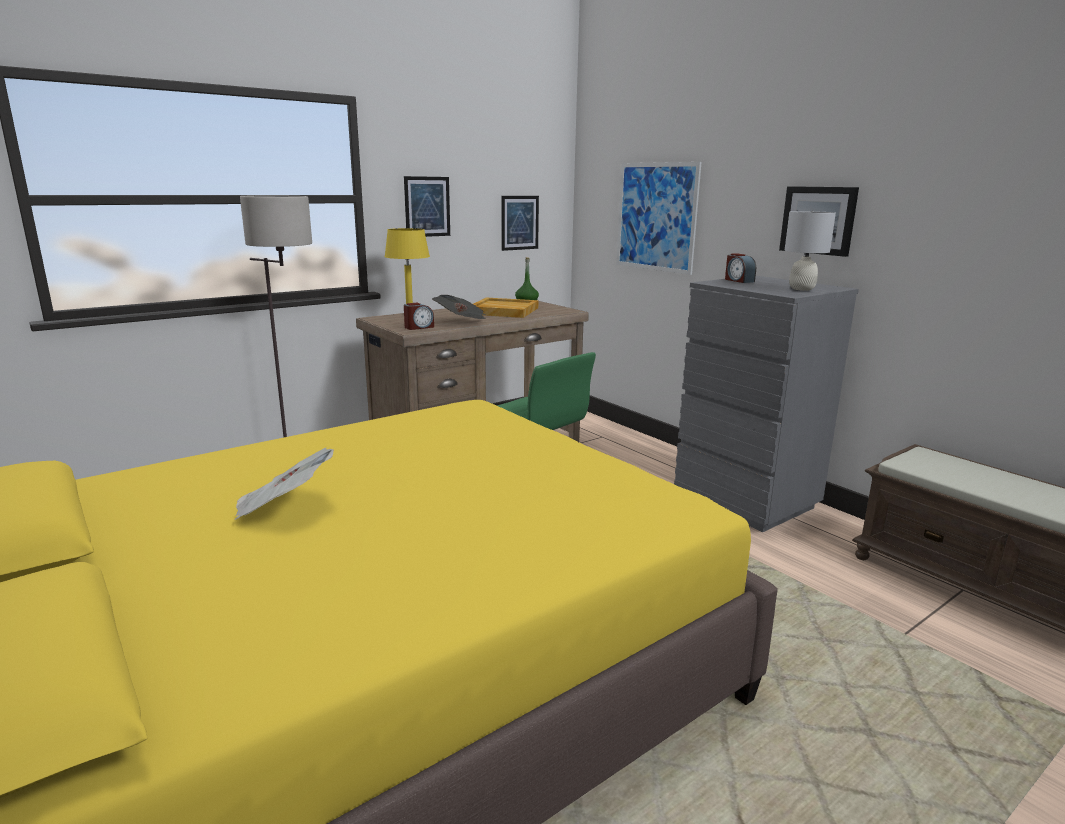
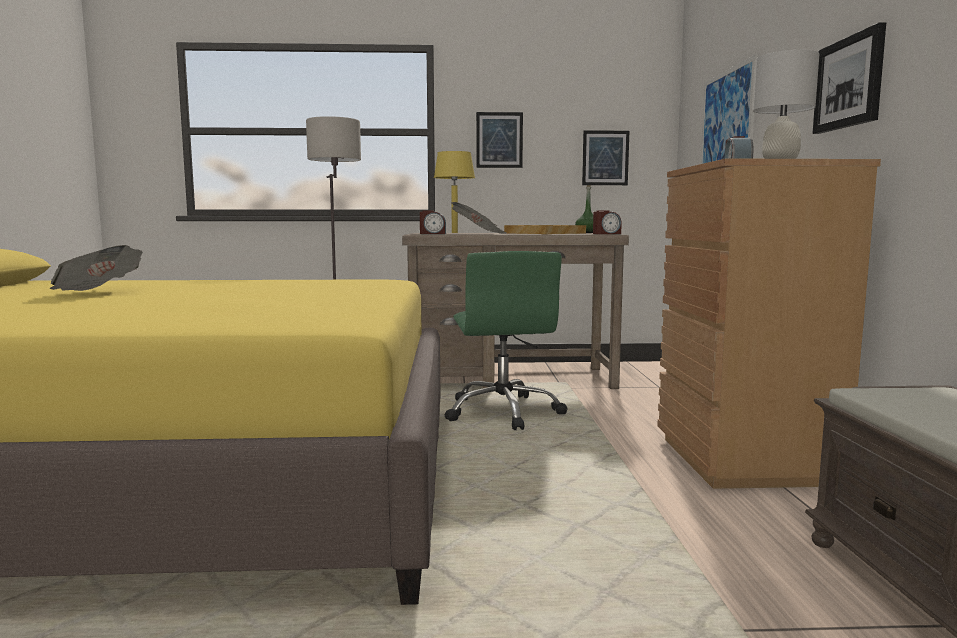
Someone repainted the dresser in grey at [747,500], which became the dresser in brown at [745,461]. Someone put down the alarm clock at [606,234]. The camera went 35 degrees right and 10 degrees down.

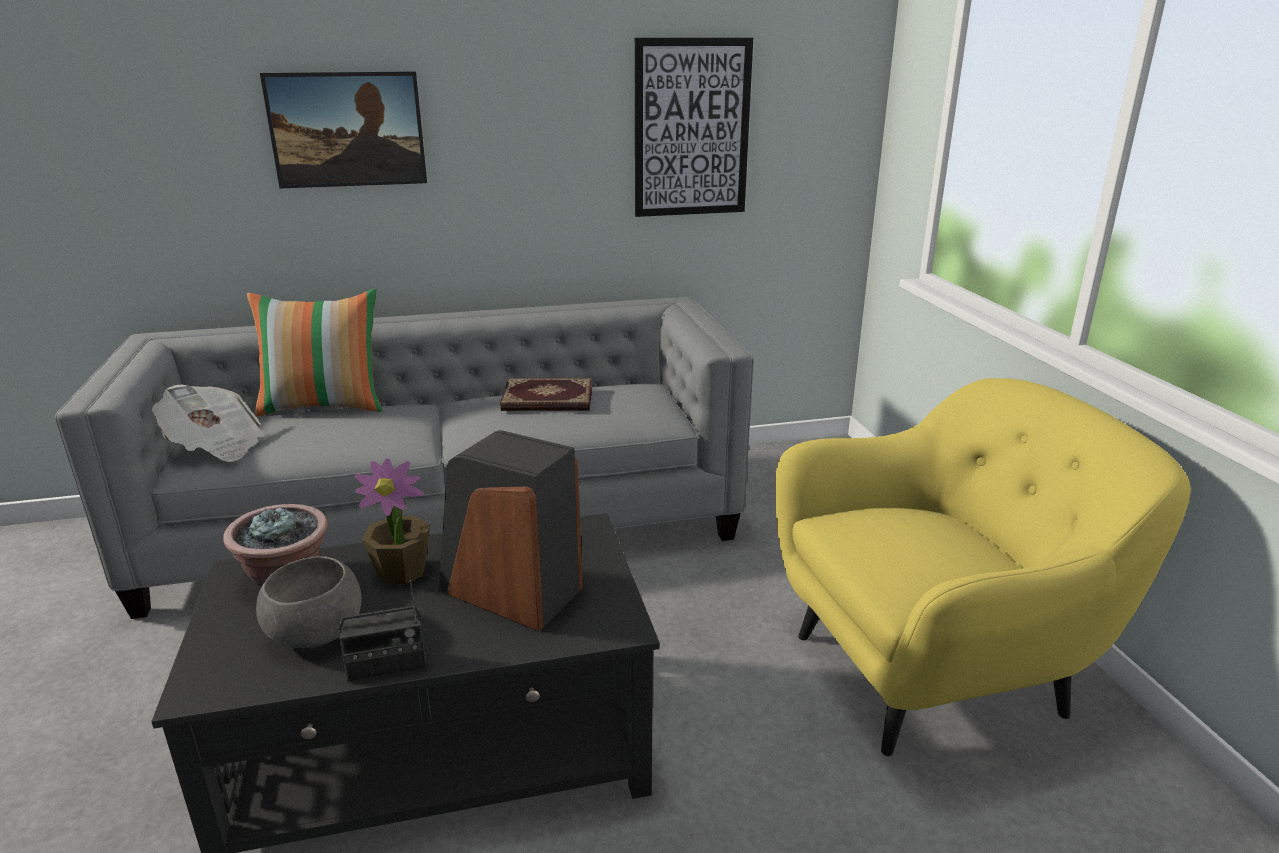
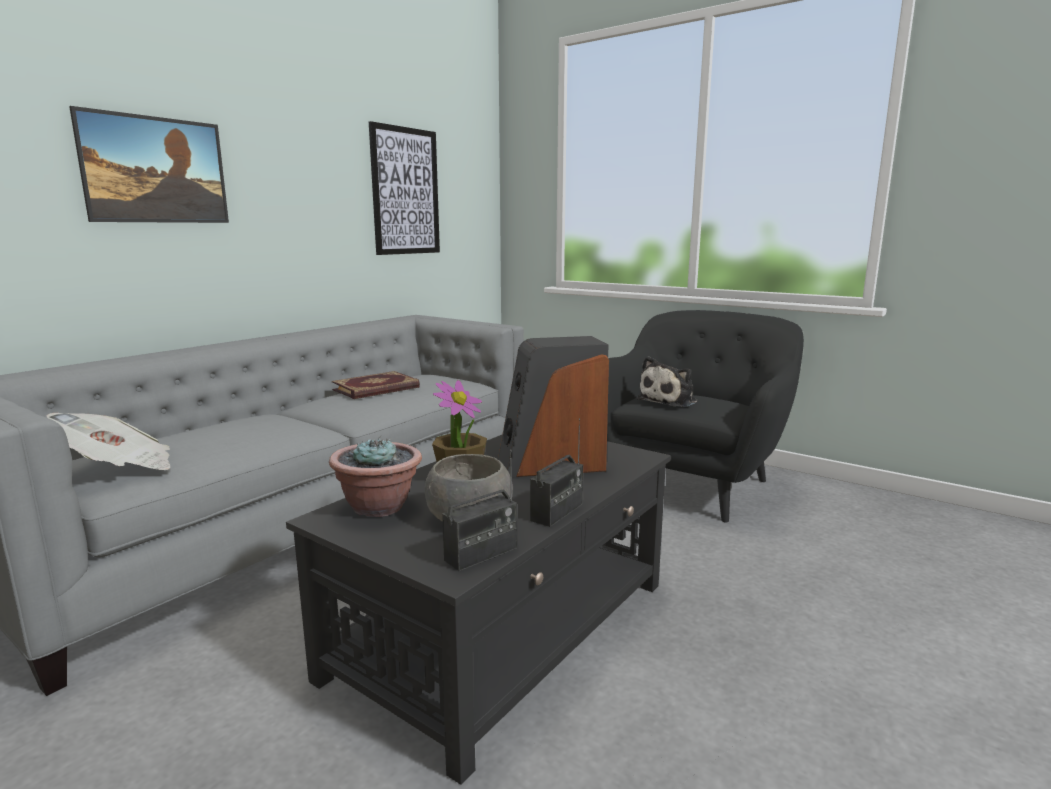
Someone took away the pillow at [324,406]. Someone repainted the armchair in yellow at [935,668], which became the armchair in black at [693,484]. Someone put down the radio at [481,554]. Someone put down the plush toy at [669,400]. The camera went 40 degrees left and 10 degrees down.

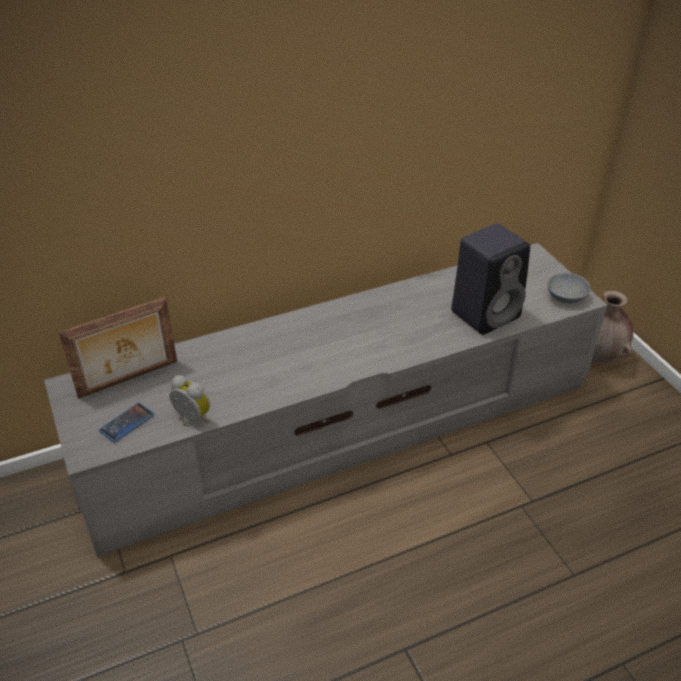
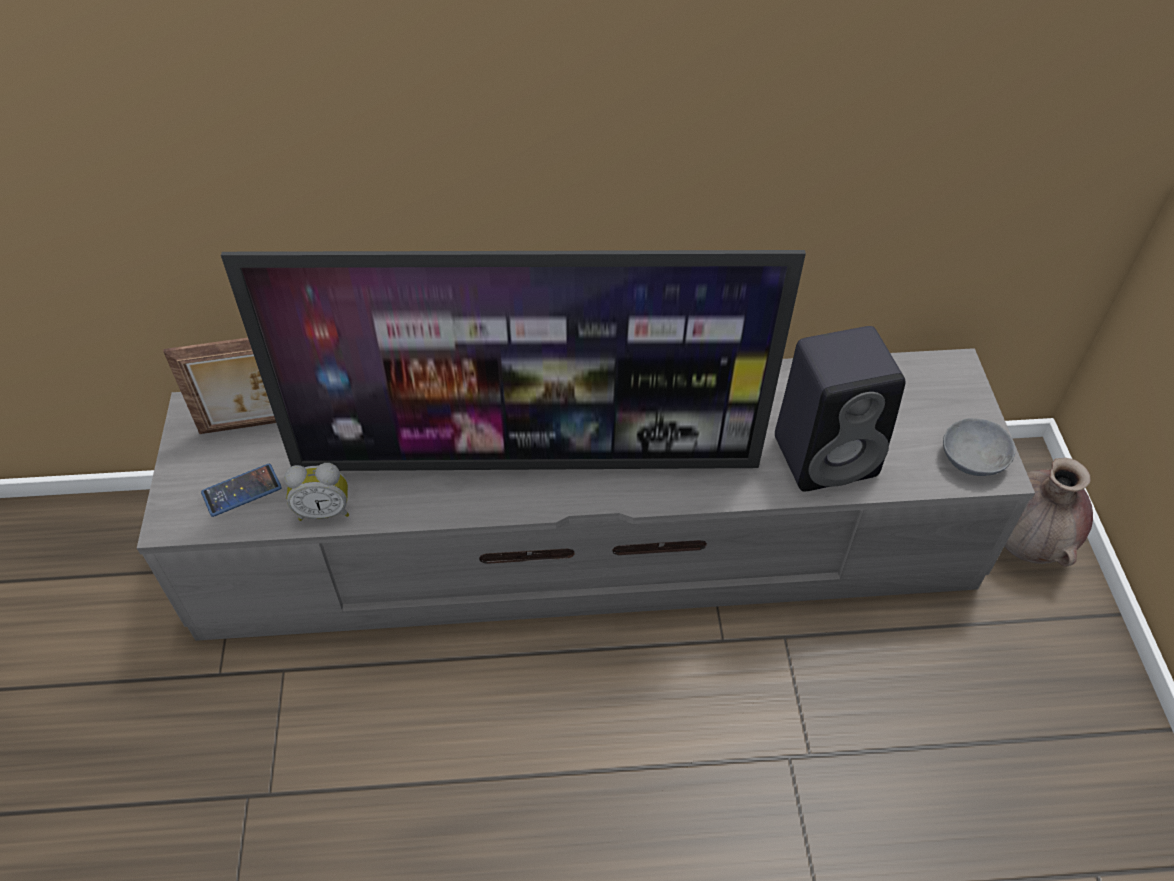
Someone rotated the alarm clock at [191,419] by 120 degrees clockwise. Someone put down the television at [528,462]. The camera went 20 degrees right and 10 degrees up.

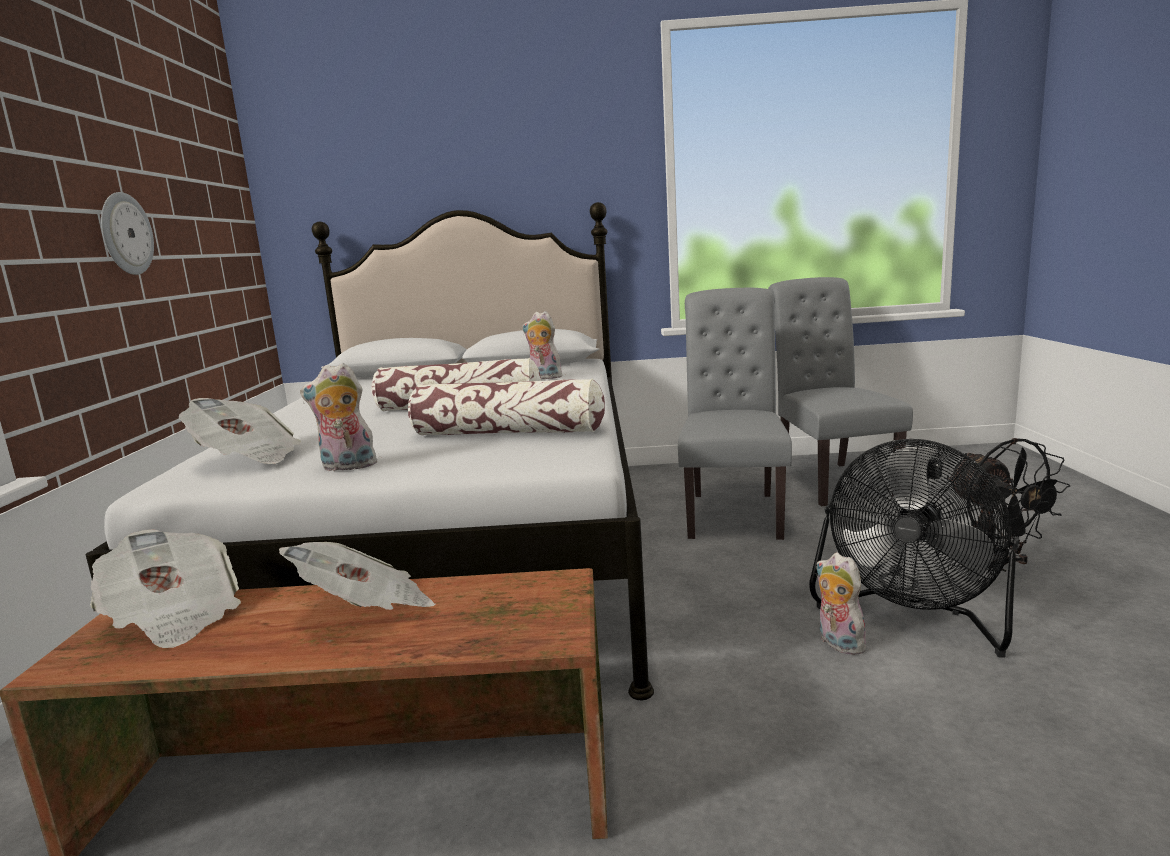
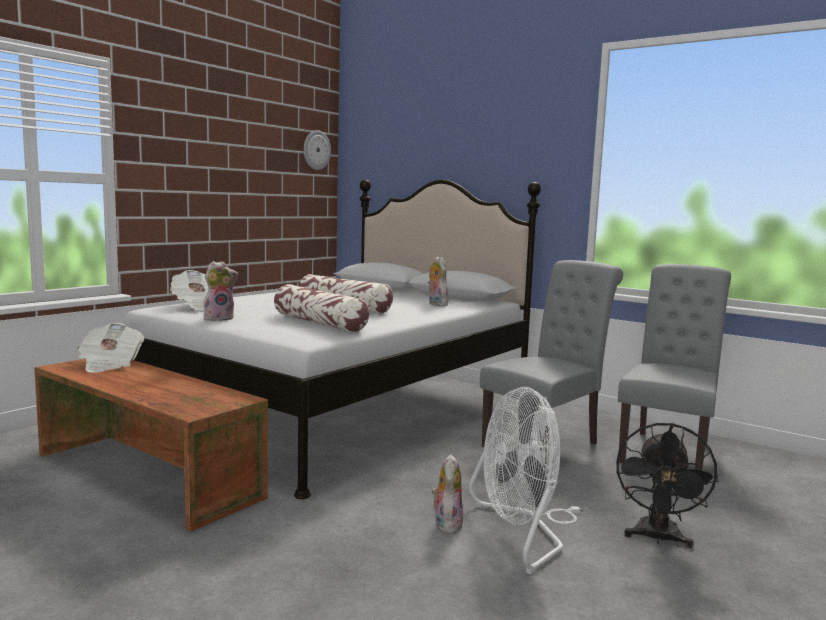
Someone carried the wall clock from [125,234] to [316,150]. Someone took away the newspaper at [366,609]. Someone rotated the plush toy at [347,467] by 120 degrees clockwise. Someone repainted the fan in black at [907,613], which became the fan in white at [525,531]. The camera went 35 degrees right and 5 degrees down.

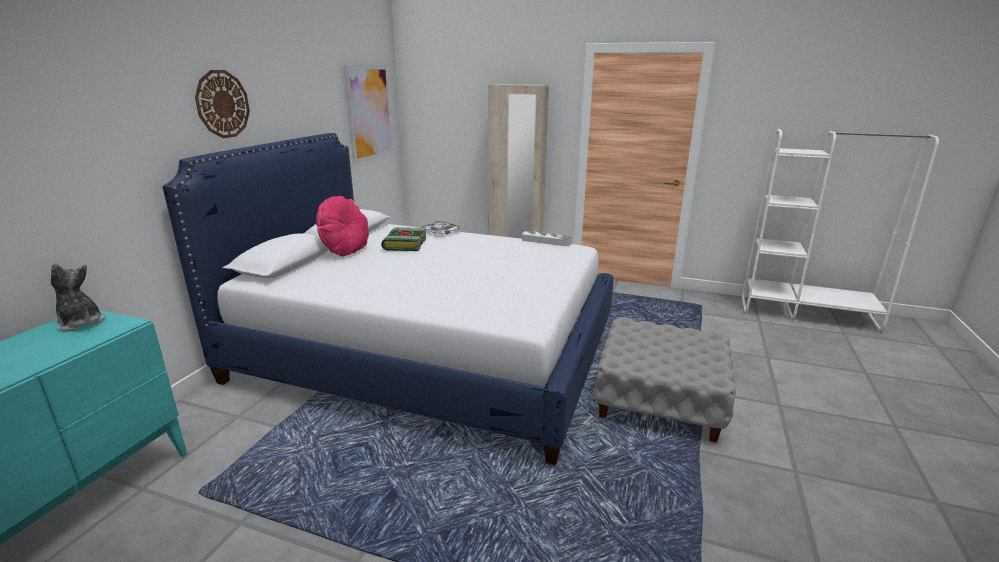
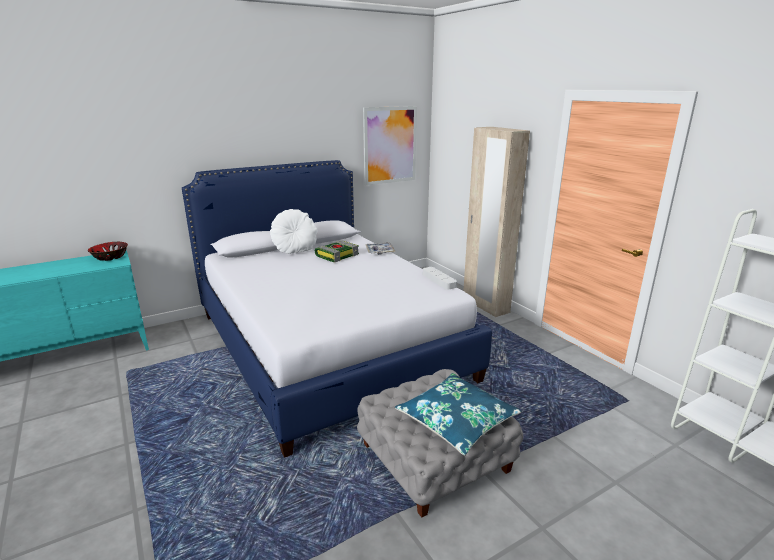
Someone swapped the plush toy at [80,323] for the bowl at [110,257]. Someone took away the wall clock at [222,104]. Someone repainted the pillow in pink at [346,252], which became the pillow in white at [295,251]. Someone put down the pillow in blue at [456,421]. The camera went 40 degrees right and 0 degrees up.

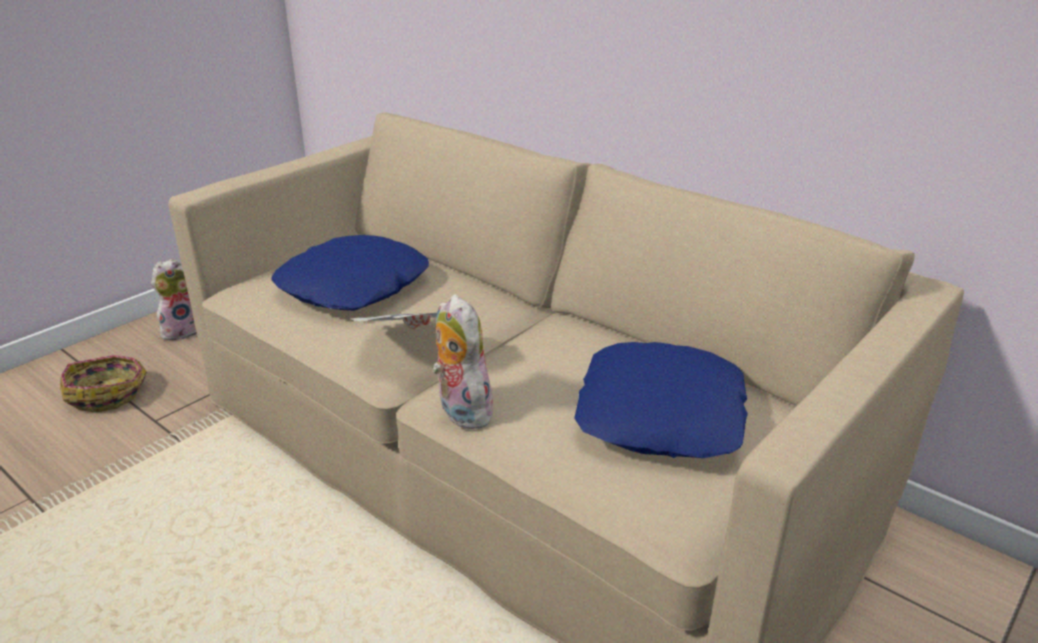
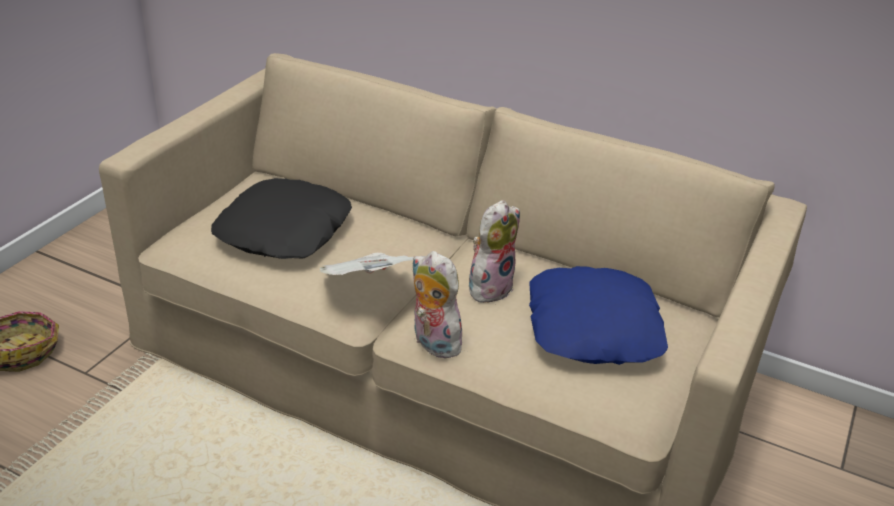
Someone carried the plush toy from [183,330] to [489,287]. Someone repainted the pillow in blue at [354,287], which became the pillow in black at [285,231]. The camera went 15 degrees left and 5 degrees up.

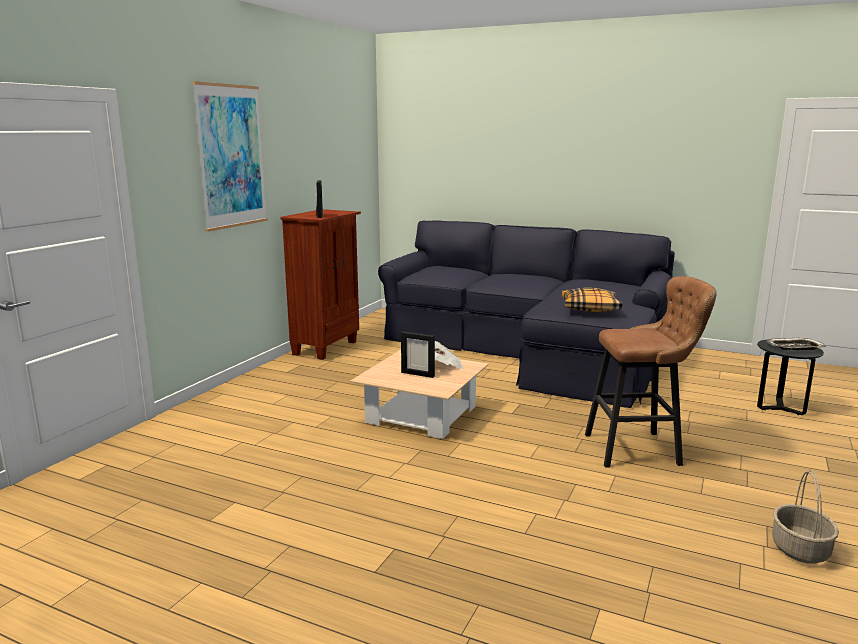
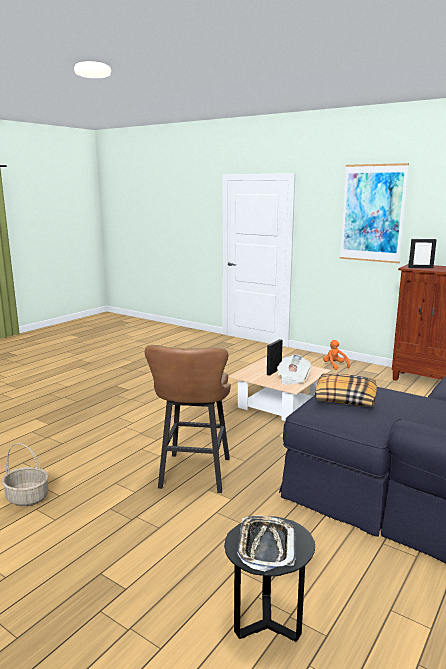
Someone put down the plush toy in orange at [335,366]. The camera went 100 degrees right and 0 degrees up.

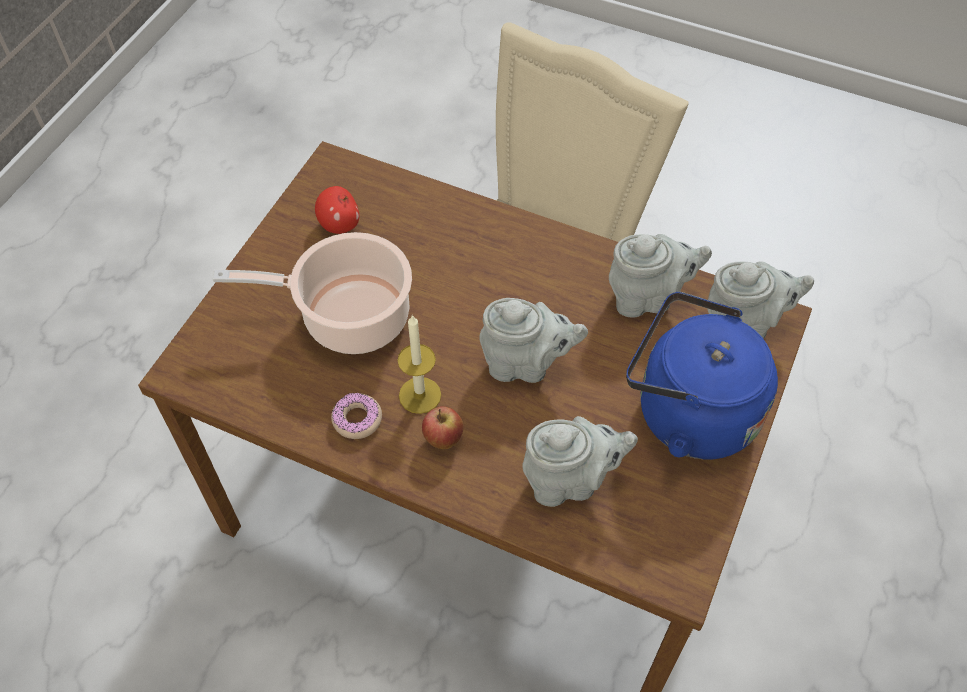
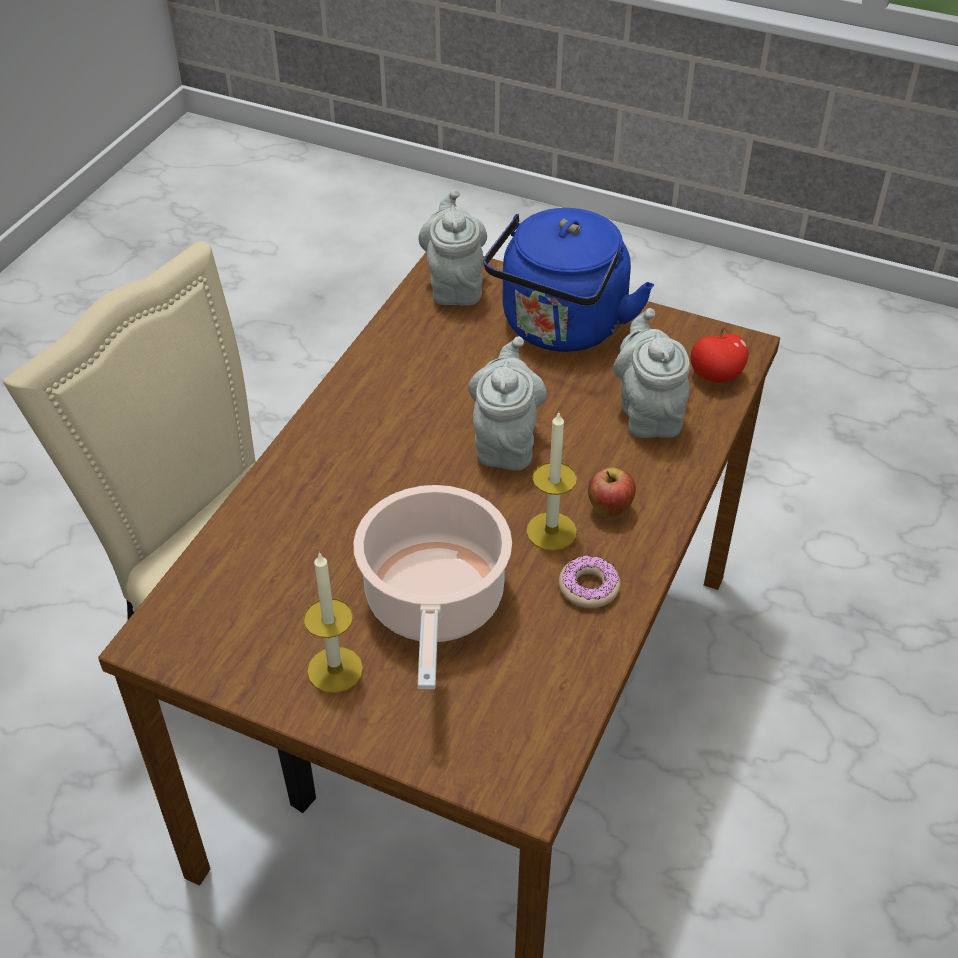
Someone carried the apple from [339,225] to [715,376]. Someone took away the teapot in grey at [647,298]. Someone put down the candle at [335,670]. The camera went 90 degrees left and 10 degrees down.

